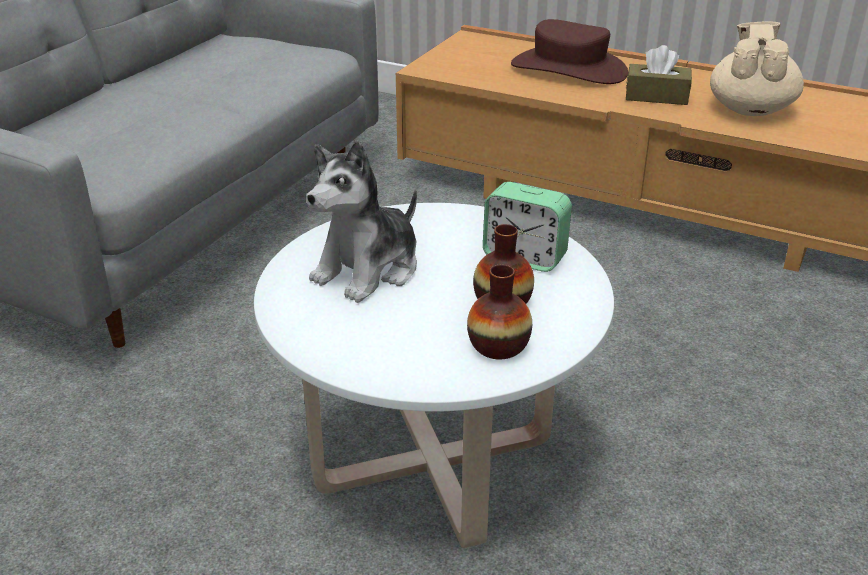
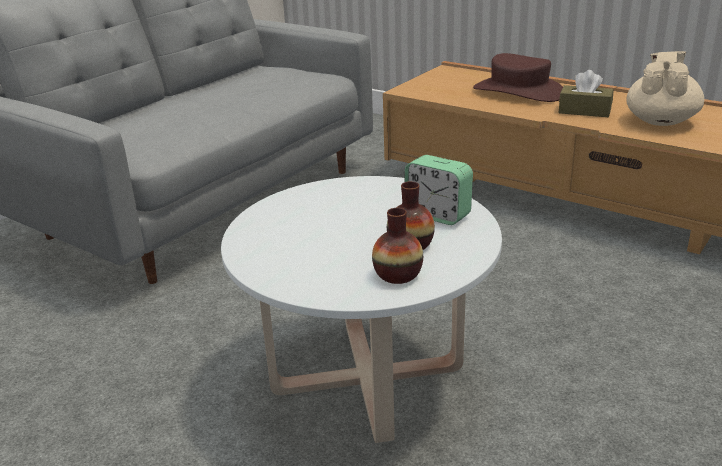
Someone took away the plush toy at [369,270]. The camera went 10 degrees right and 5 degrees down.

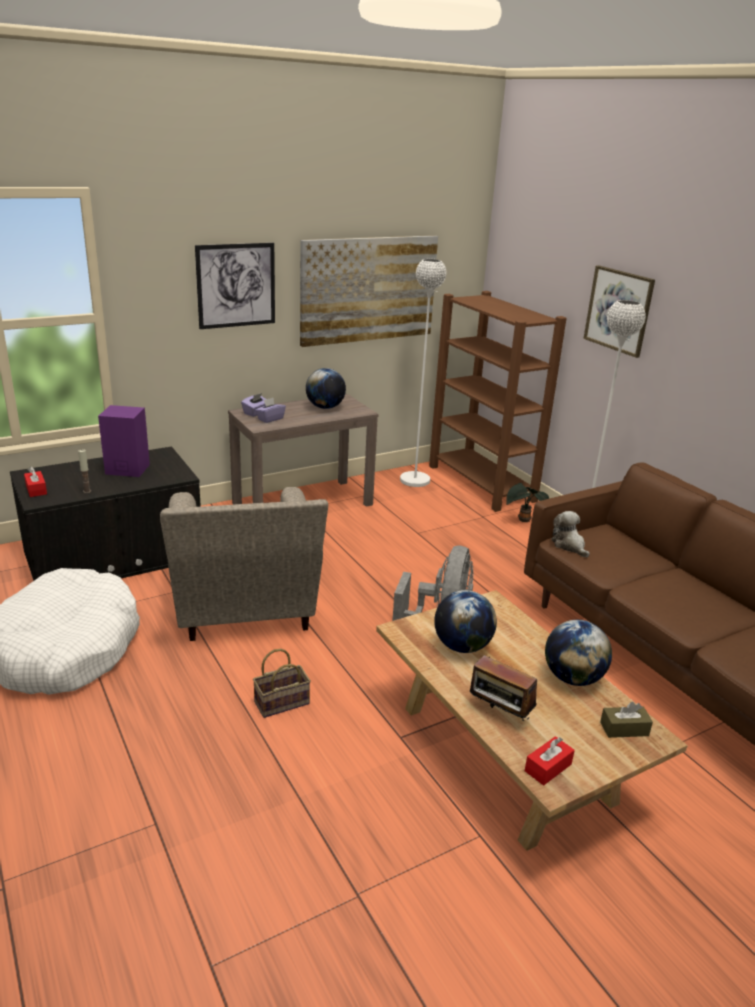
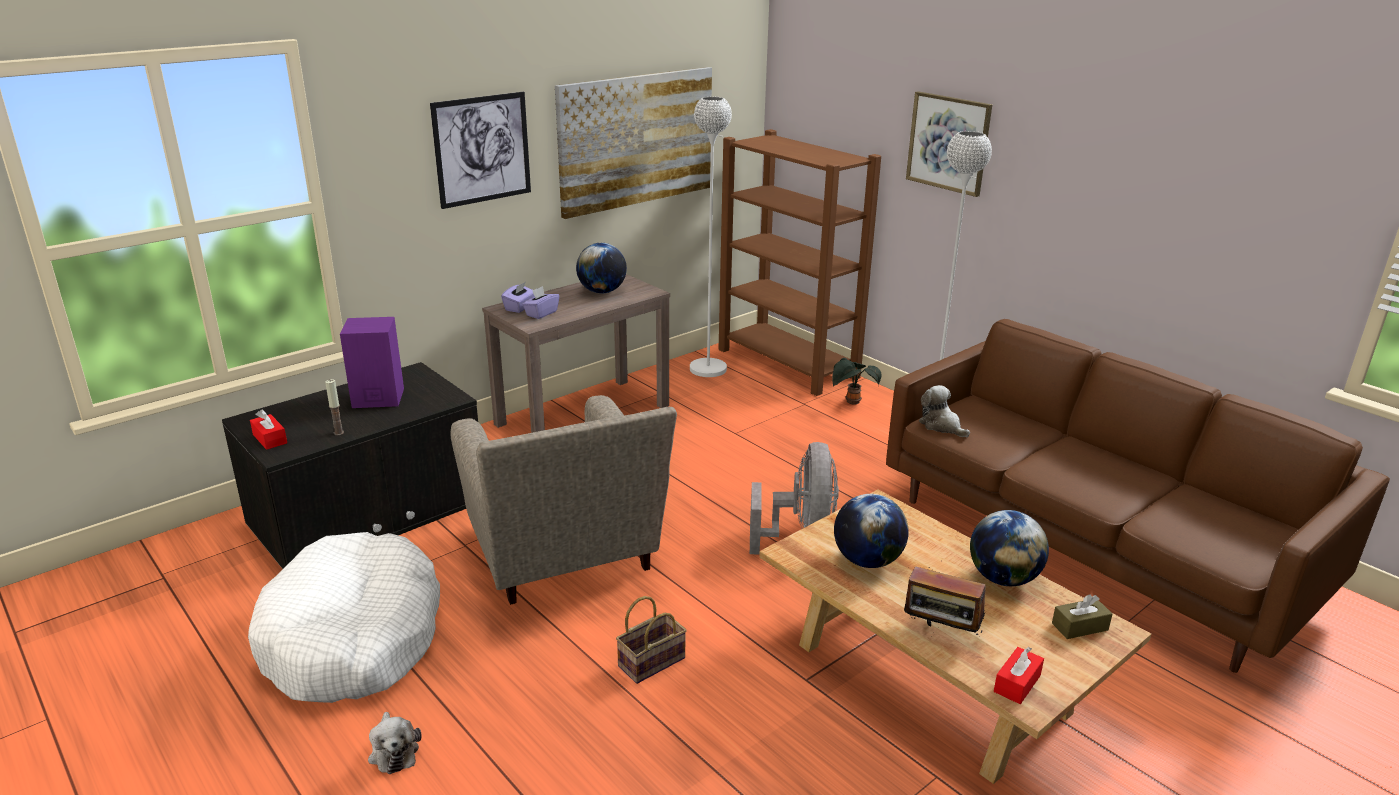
Someone put down the plush toy at [393,751]. The camera went 10 degrees left and 0 degrees up.

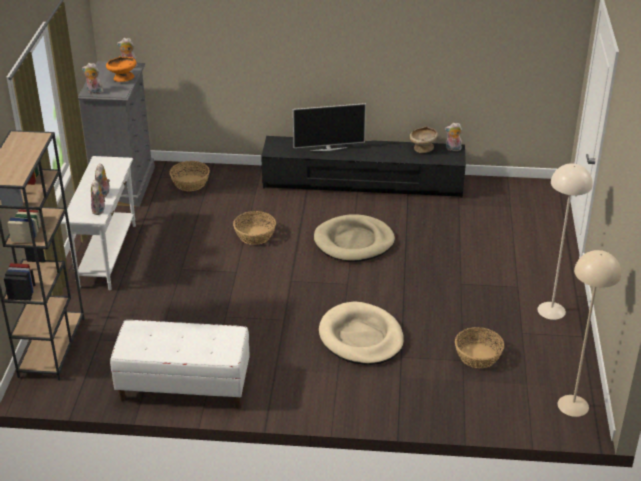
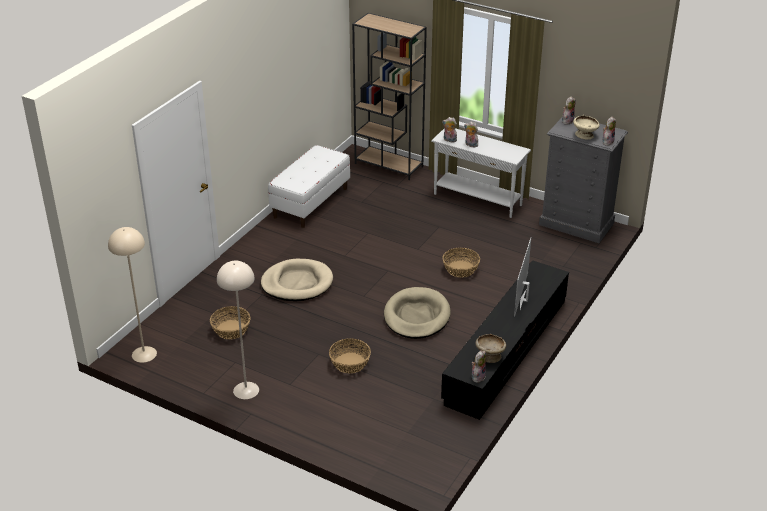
Someone repainted the bowl in orange at [122,78], which became the bowl in beige at [584,135]. Someone carried the basket from [190,183] to [349,363]. The camera went 115 degrees right and 0 degrees up.

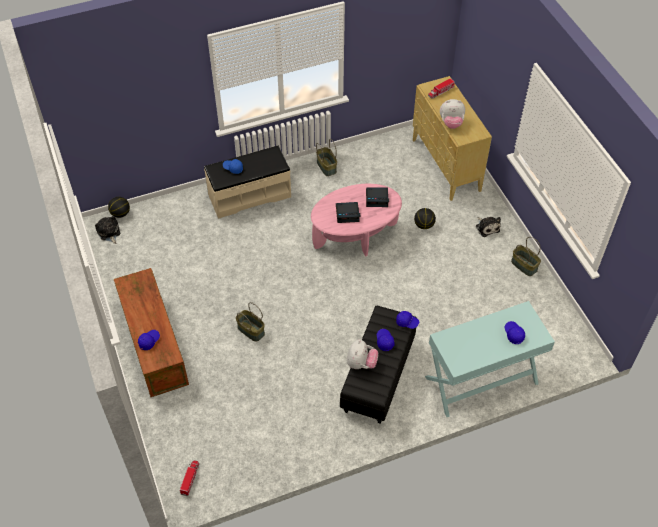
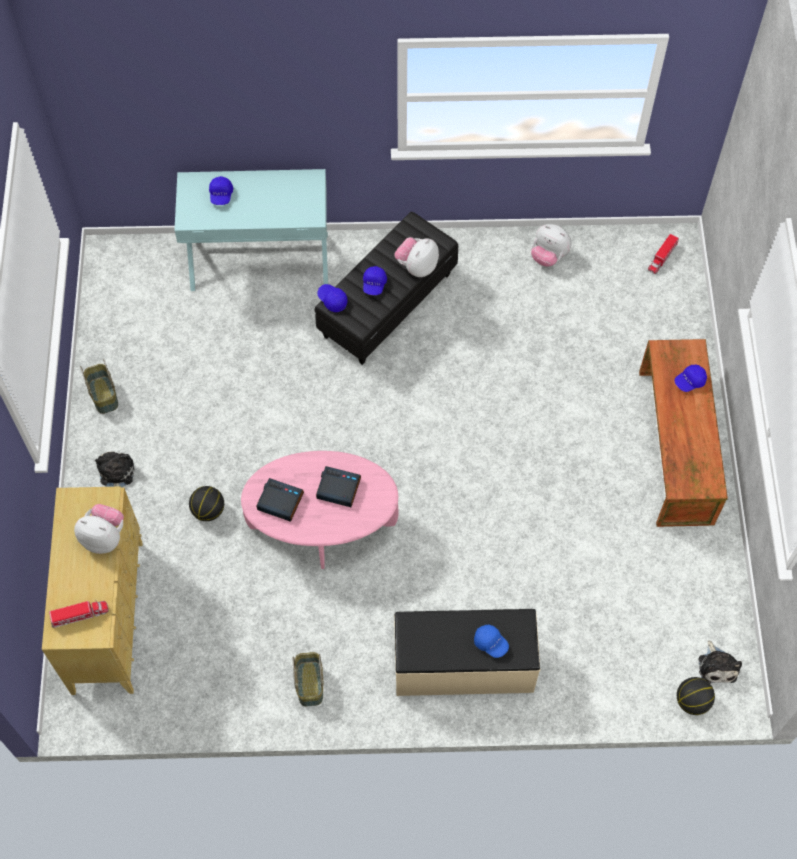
Someone took away the basket at [250,330]. Someone put down the plush toy at [548,256]. The camera went 160 degrees left and 10 degrees up.

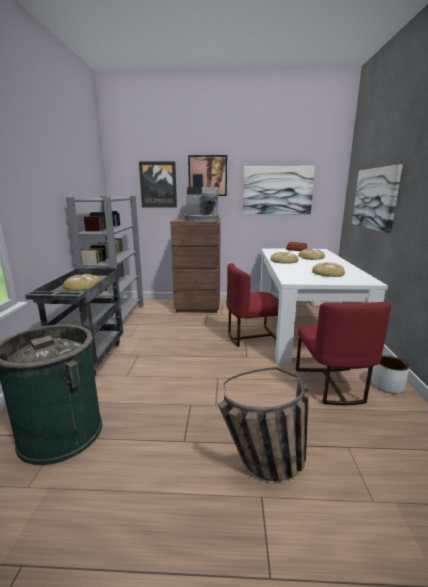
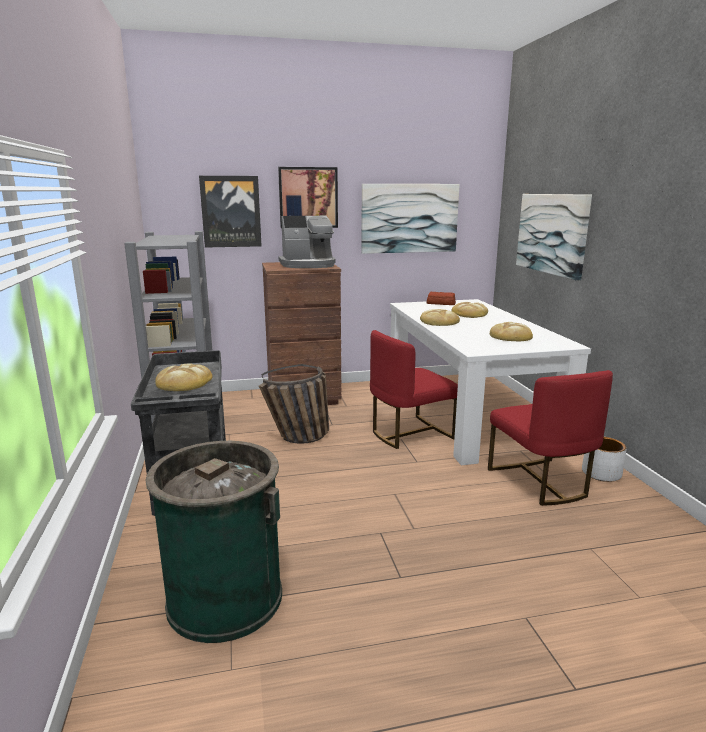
Someone carried the basket from [265,468] to [298,439]. The camera went 15 degrees left and 0 degrees up.

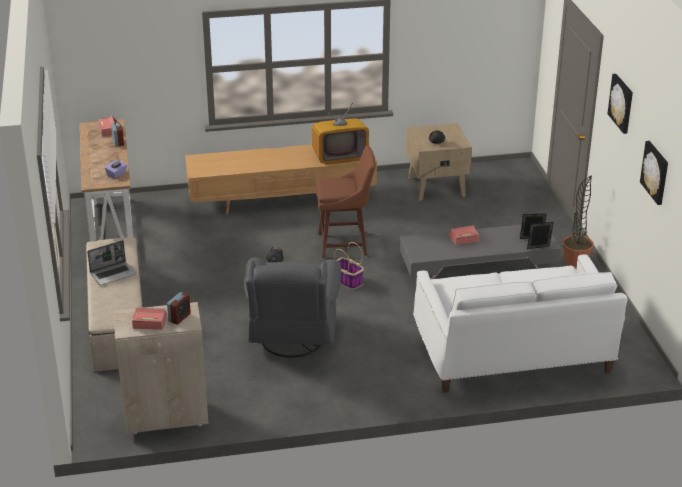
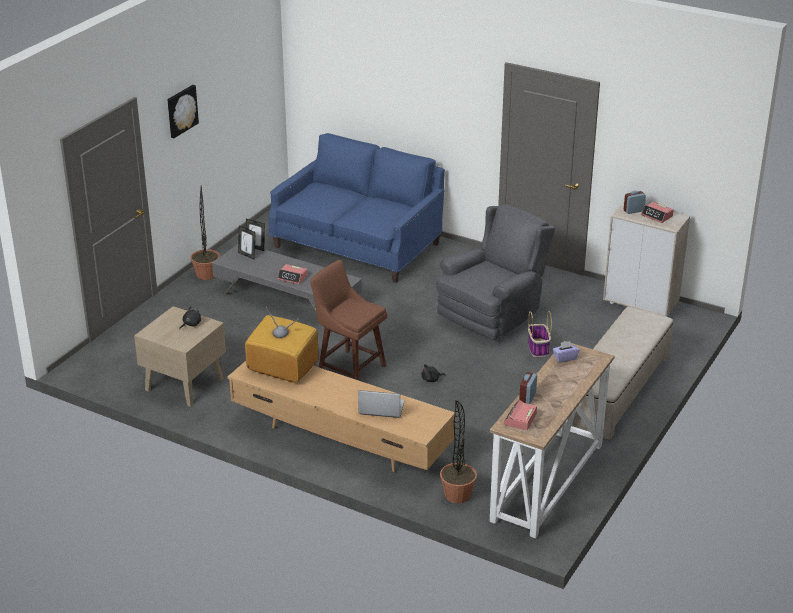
Someone carried the laptop from [113,274] to [380,408]. Someone carried the basket from [347,281] to [538,348]. Someone repainted the sofa in white at [513,352], which became the sofa in blue at [358,244]. Someone took away the picture at [656,172]. Someone put down the potted plant at [457,494]. The camera went 140 degrees left and 0 degrees up.

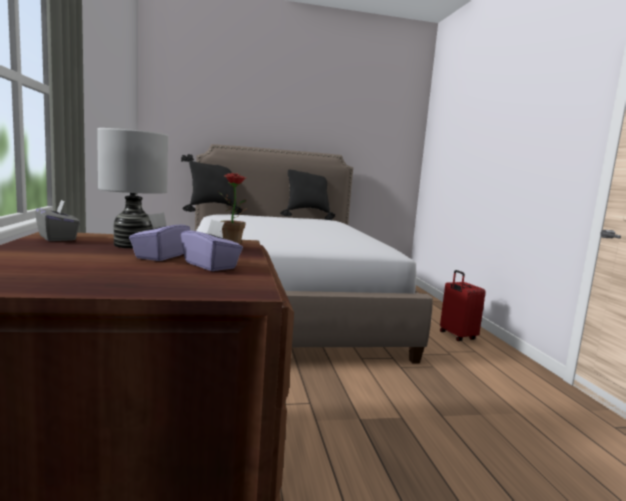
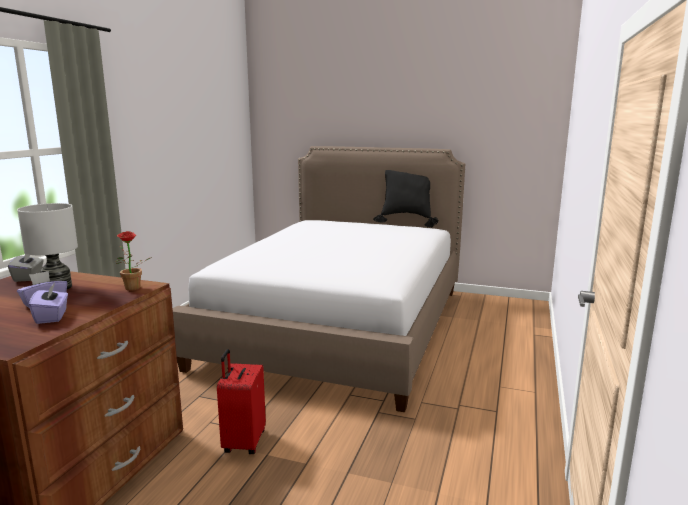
Someone took away the pillow in black at [211,214]. Someone carried the suitcase in red from [457,336] to [243,442]. The camera went 30 degrees right and 5 degrees up.

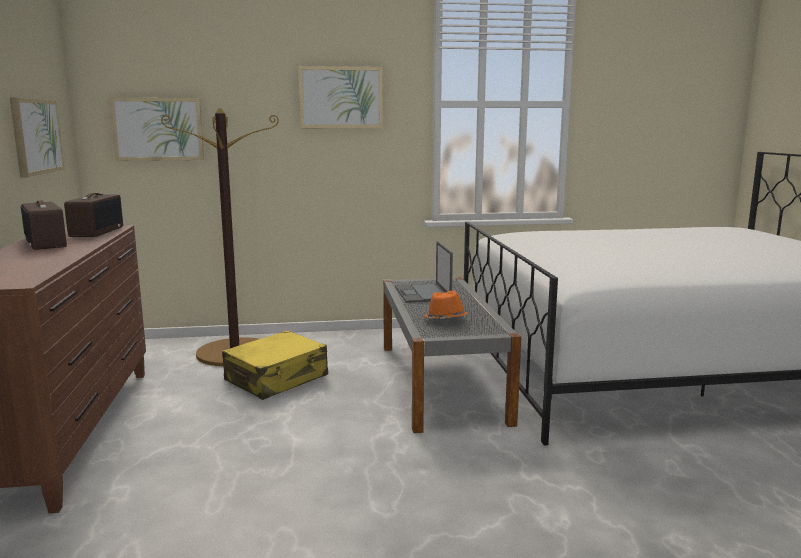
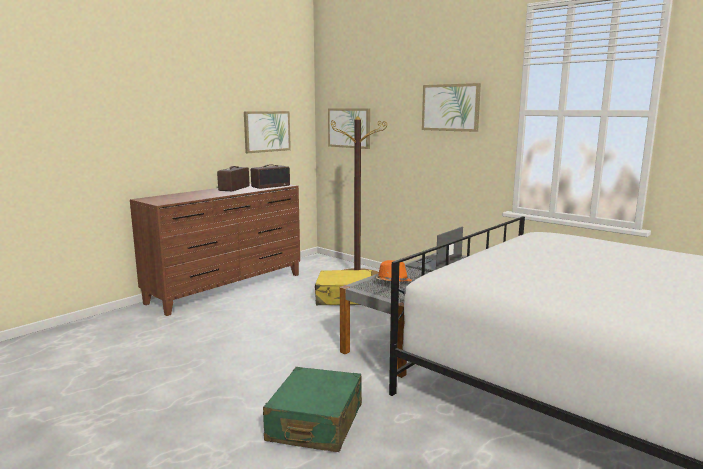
Someone put down the suitcase in green at [315,423]. The camera went 50 degrees right and 0 degrees up.

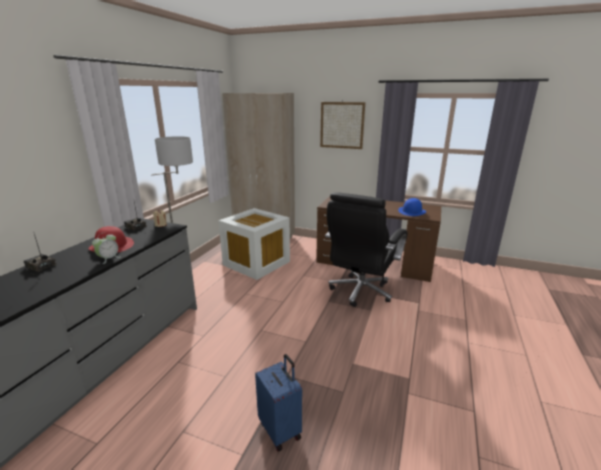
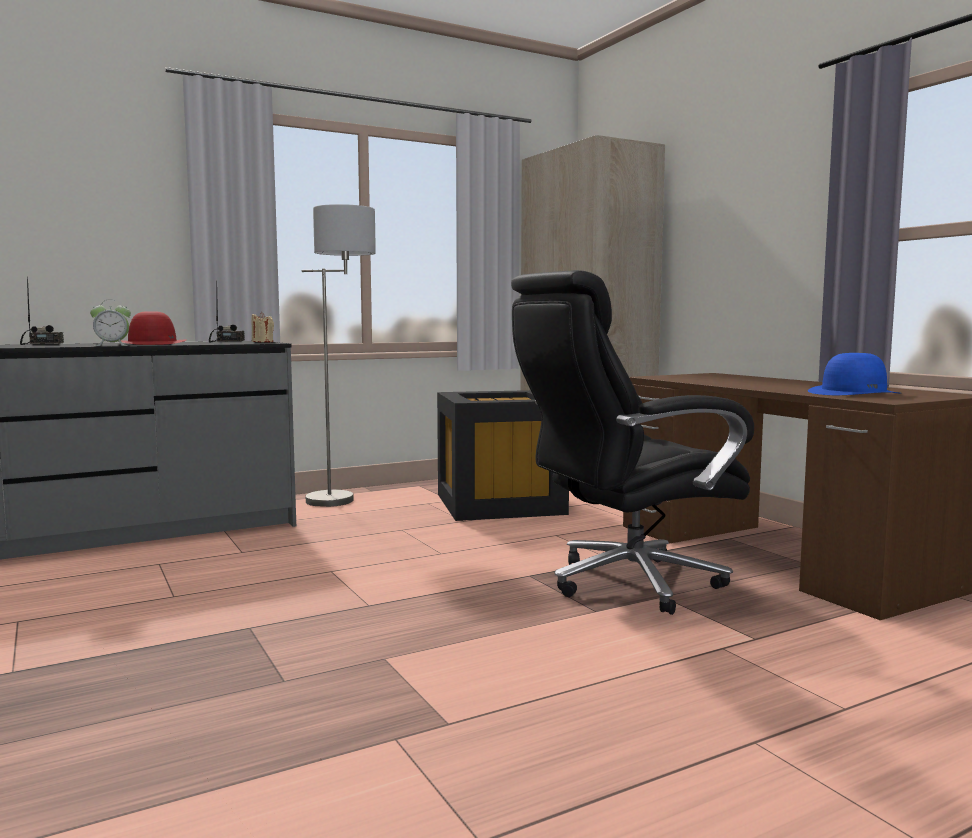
Someone repainted the storage box in white at [256,262], which became the storage box in black at [501,503]. Someone took away the suitcase in blue at [281,429]. Someone took away the picture at [342,124]. The camera went 40 degrees right and 15 degrees down.

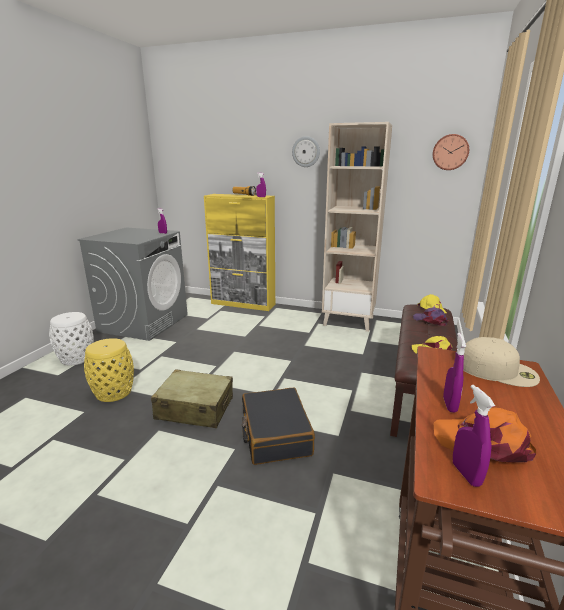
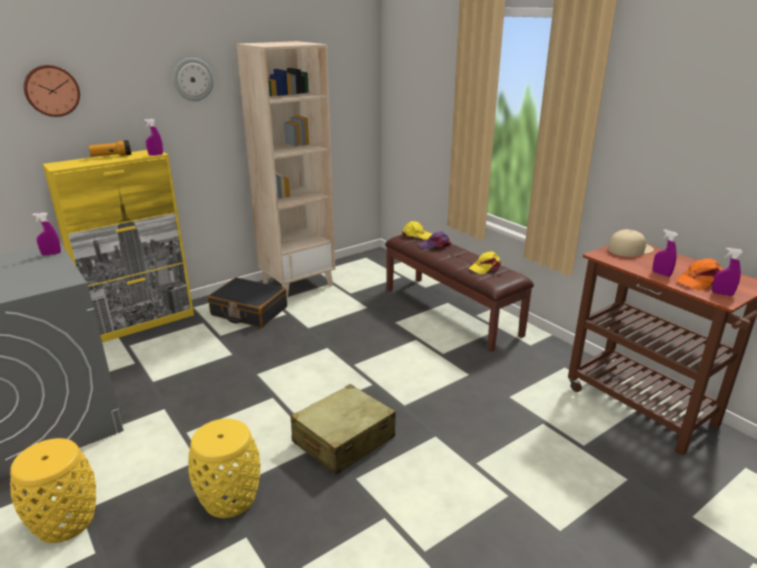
Someone repainted the stool in white at [76,358], which became the stool in yellow at [65,521]. Someone carried the suitcase in black from [275,434] to [249,311]. Someone carried the wall clock from [450,152] to [51,90]. The camera went 55 degrees left and 5 degrees up.

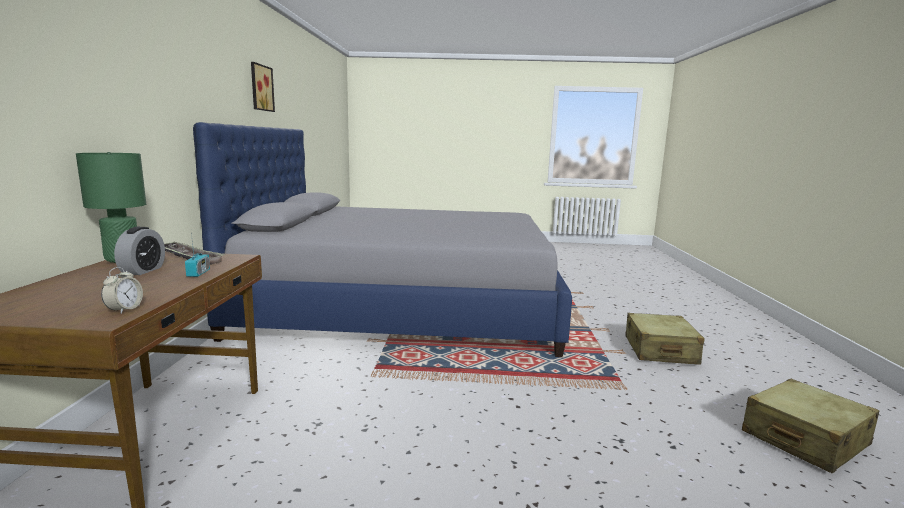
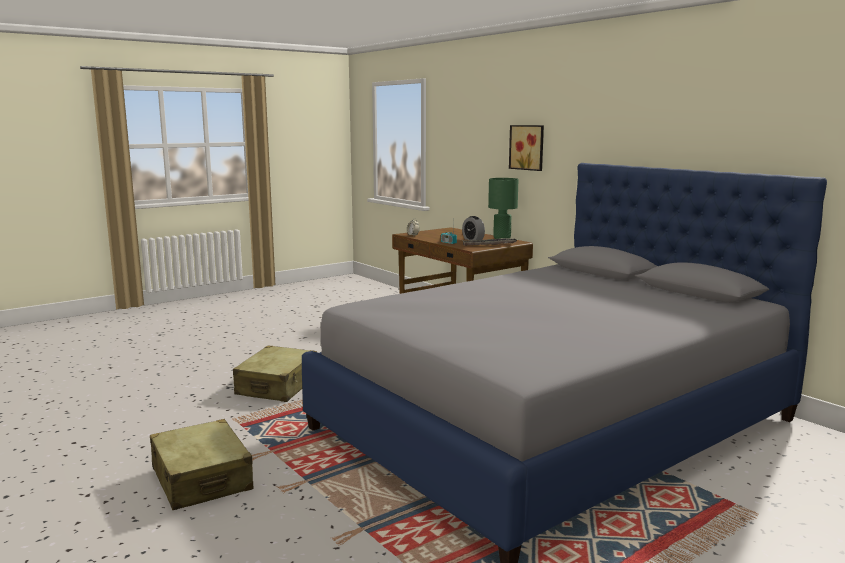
Someone carried the picture from [260,88] to [528,147]. Someone carried the suitcase in beige from [804,439] to [277,386]. The camera went 140 degrees right and 0 degrees up.

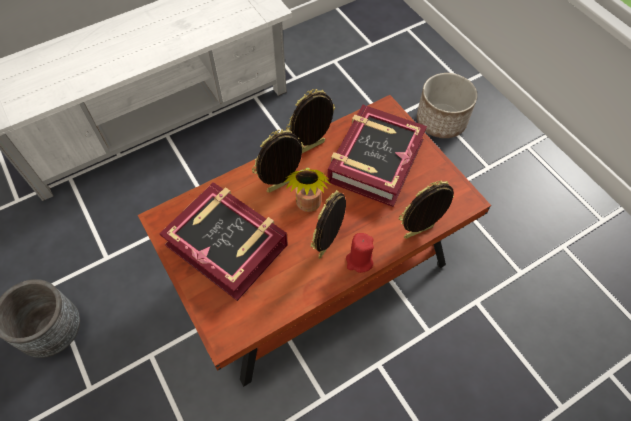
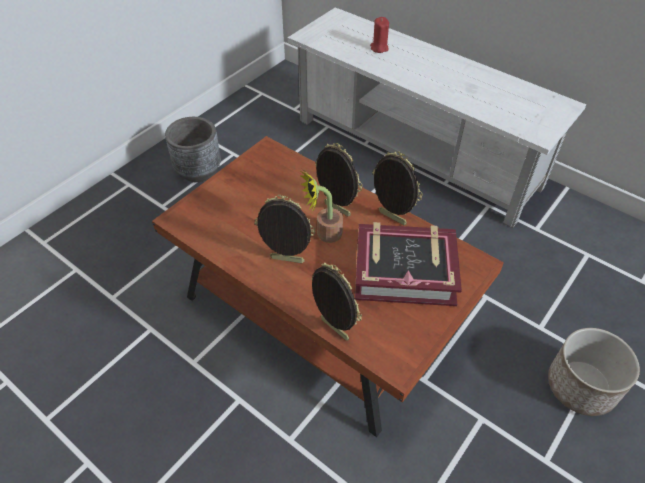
Someone took away the book at [227,244]. Someone carried the candle in red from [359,261] to [379,48]. The camera went 70 degrees right and 10 degrees down.

